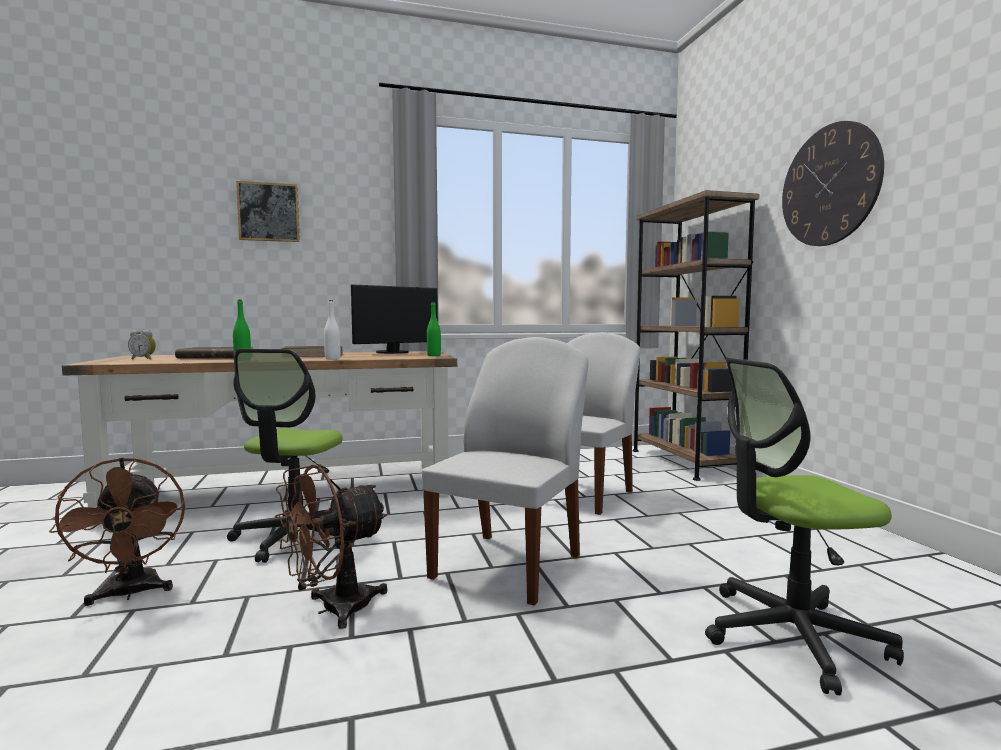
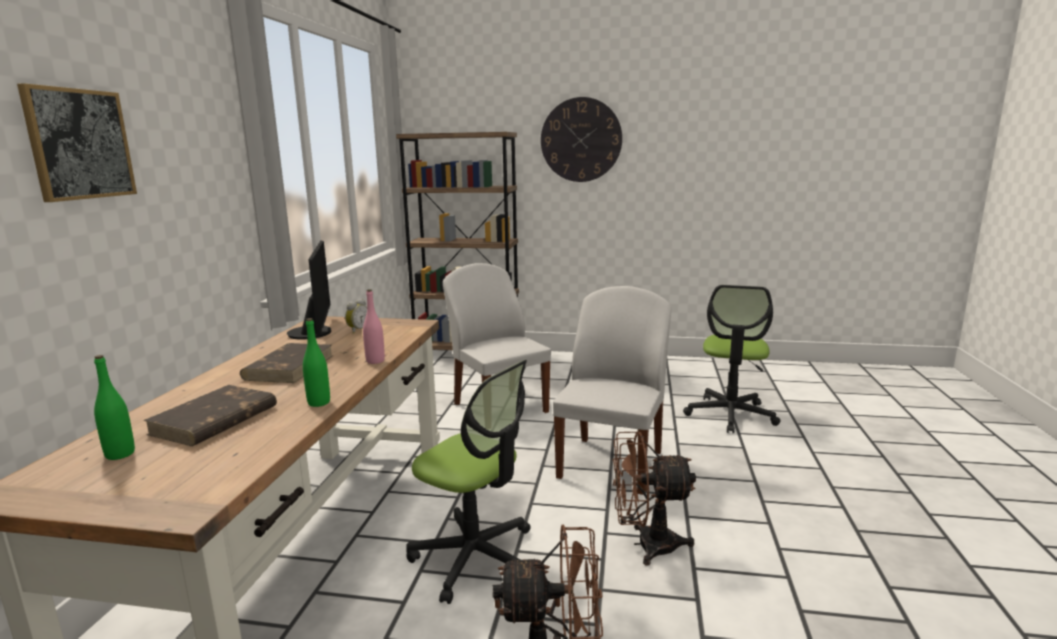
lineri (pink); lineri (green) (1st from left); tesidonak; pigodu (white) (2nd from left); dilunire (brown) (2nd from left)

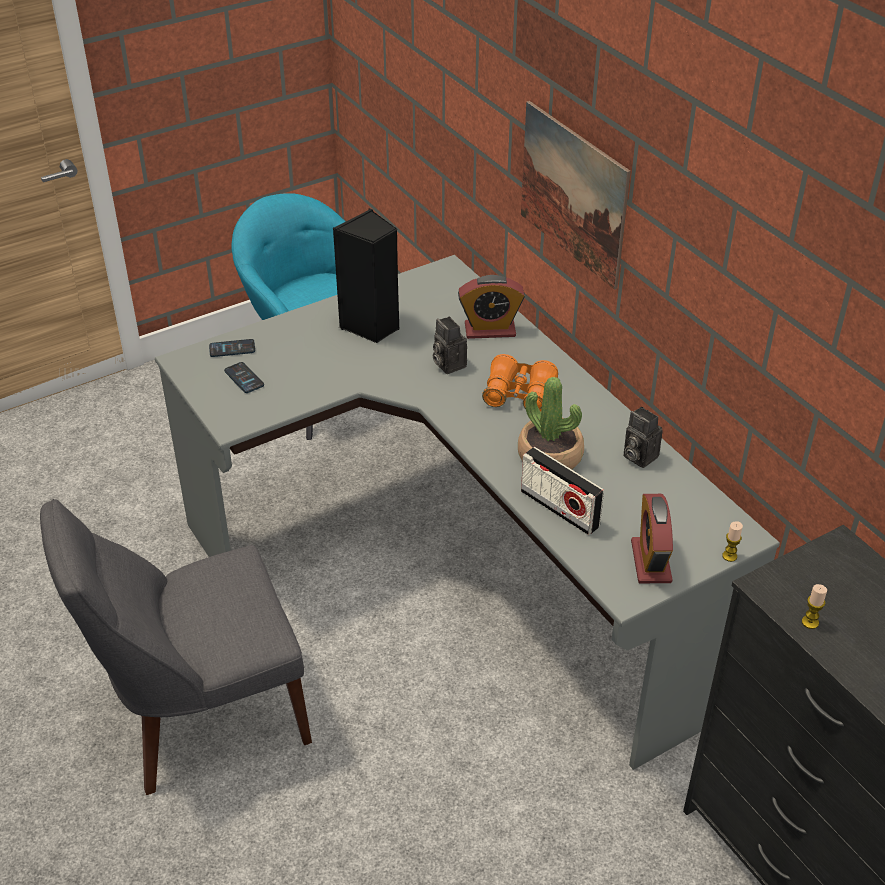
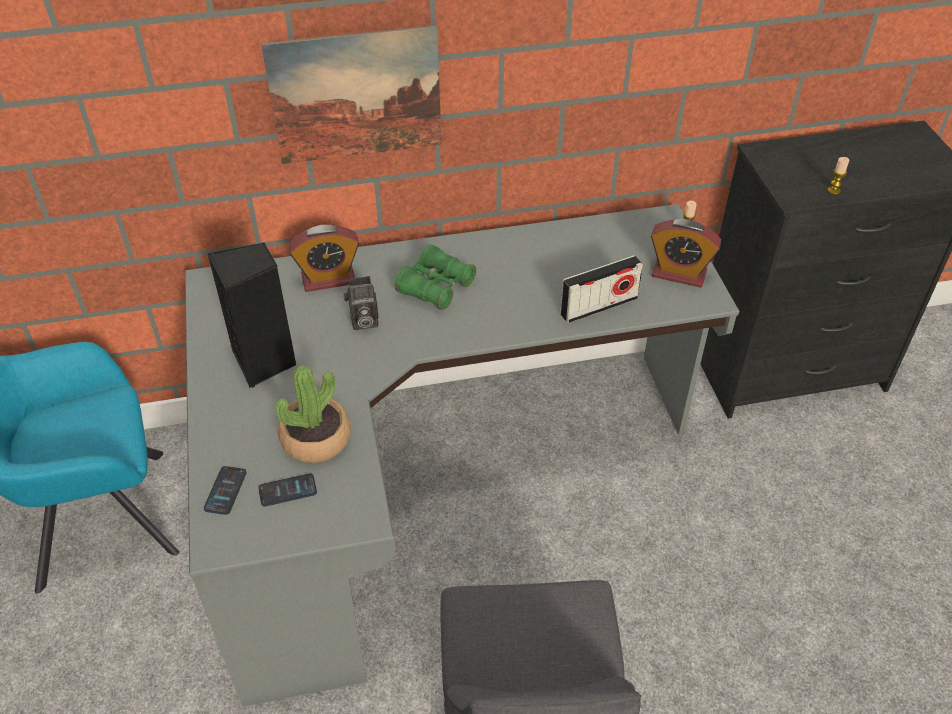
tesidonak (1st from left); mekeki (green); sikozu; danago (2nd from left in the first image)

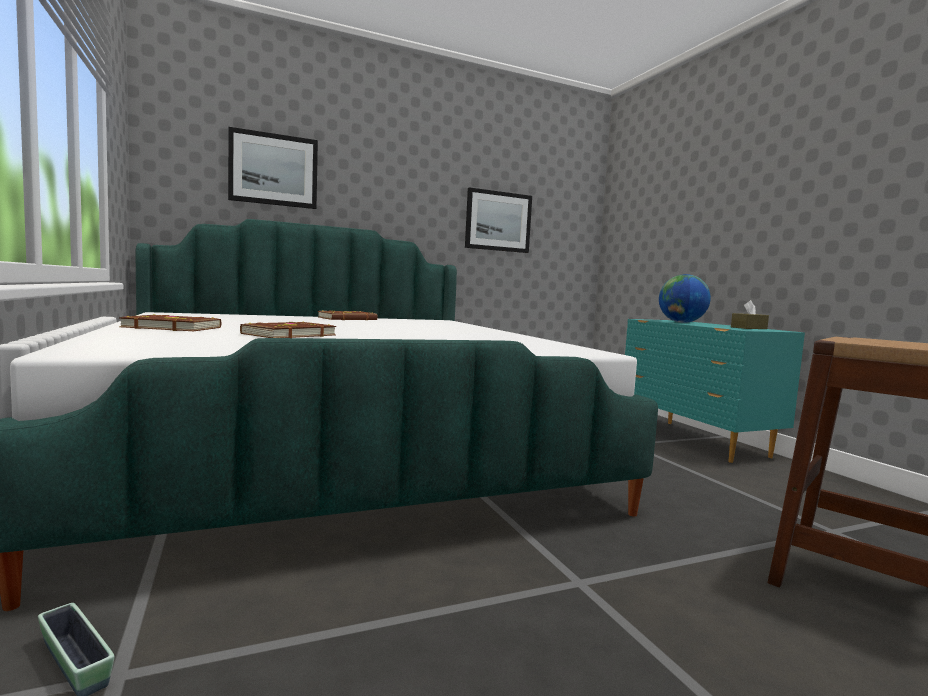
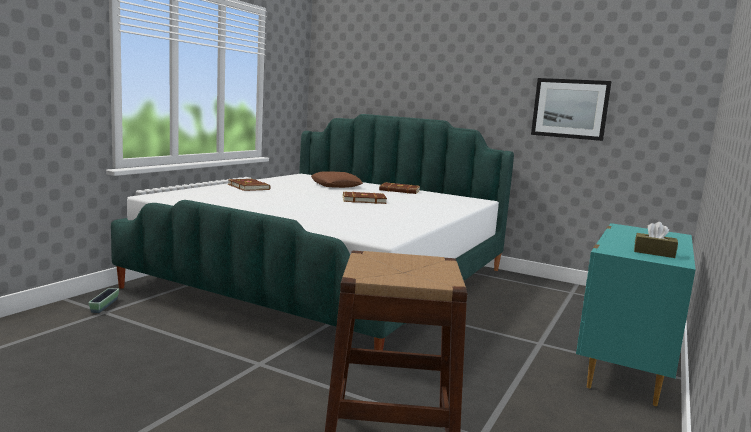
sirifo (1st from left in the first image); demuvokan; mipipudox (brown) (2nd from left); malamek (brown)

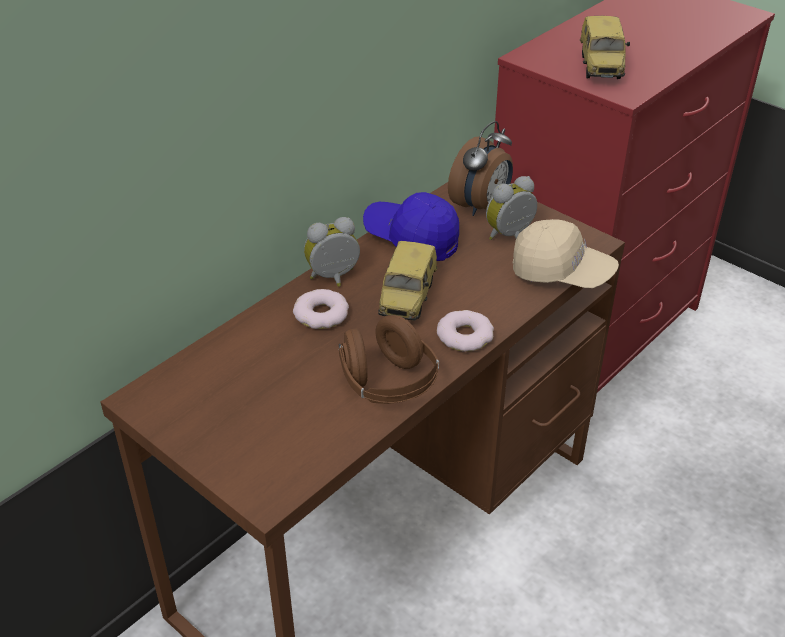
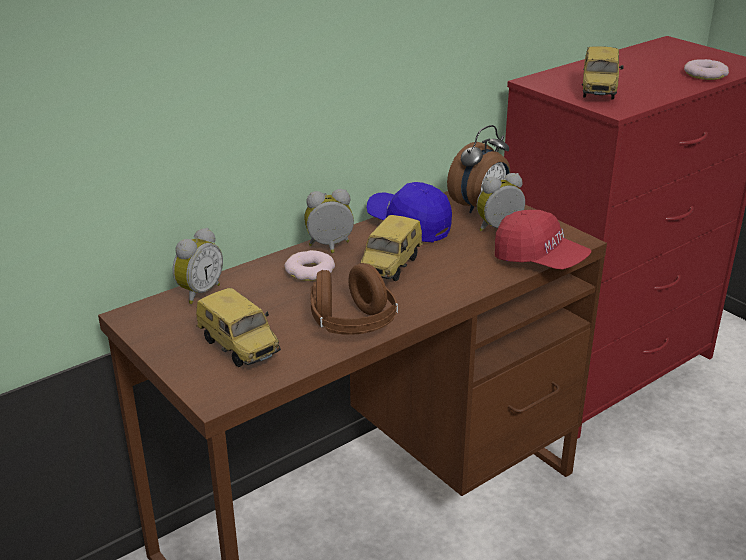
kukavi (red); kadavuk (2nd from left); tesidonak (1st from left); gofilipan (1st from left)

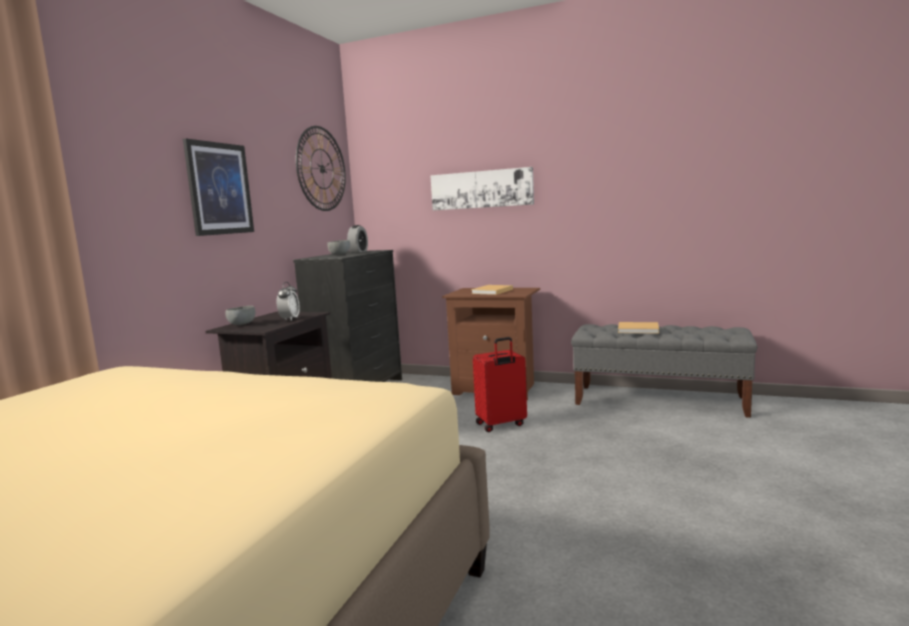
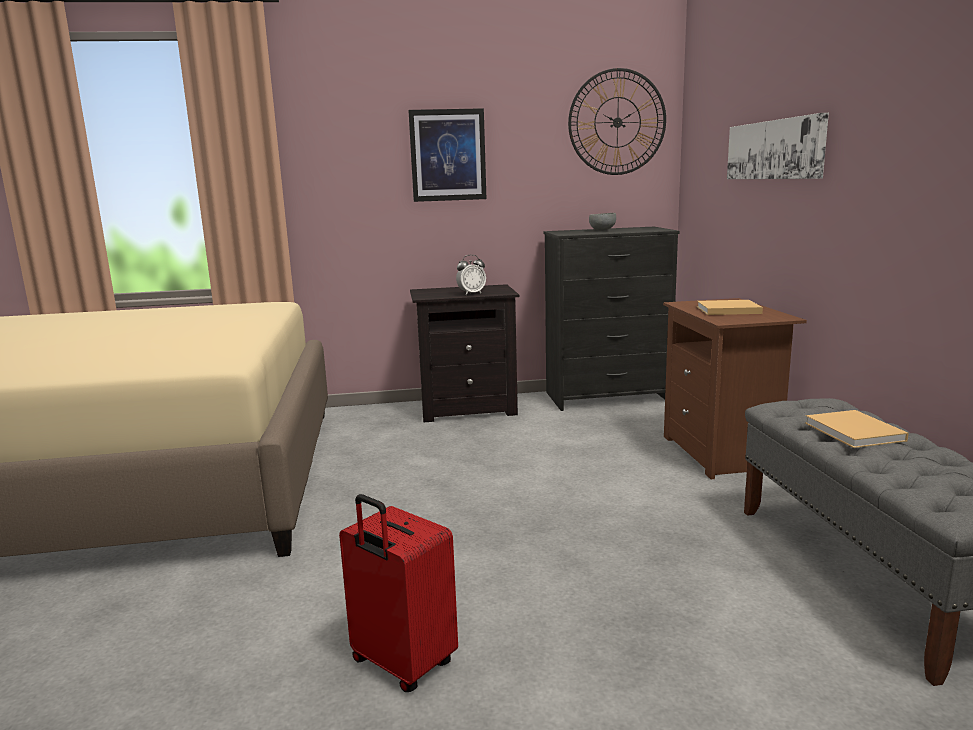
tesidonak (2nd from left in the first image); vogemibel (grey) (1st from left in the first image); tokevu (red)

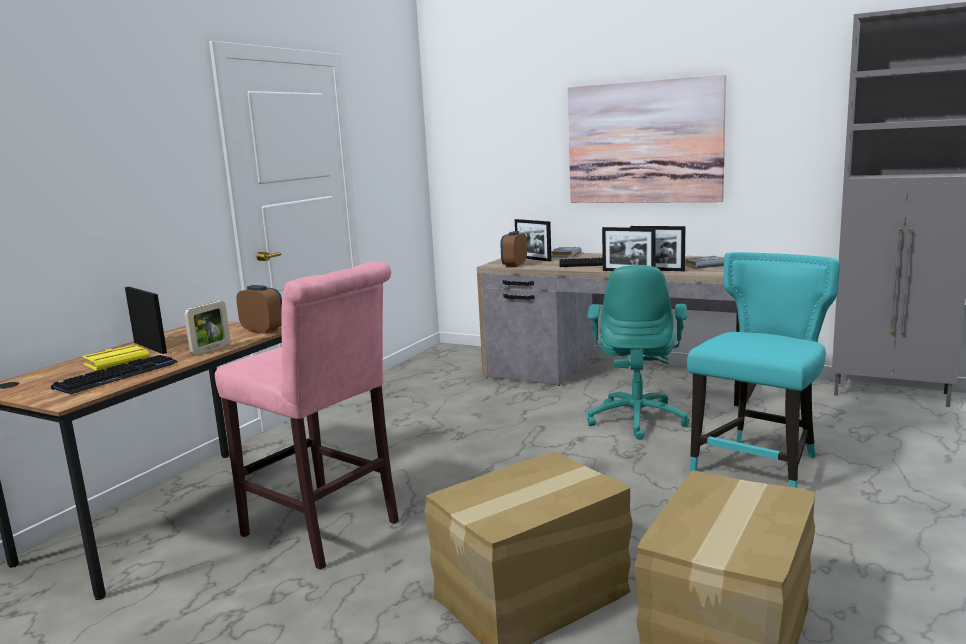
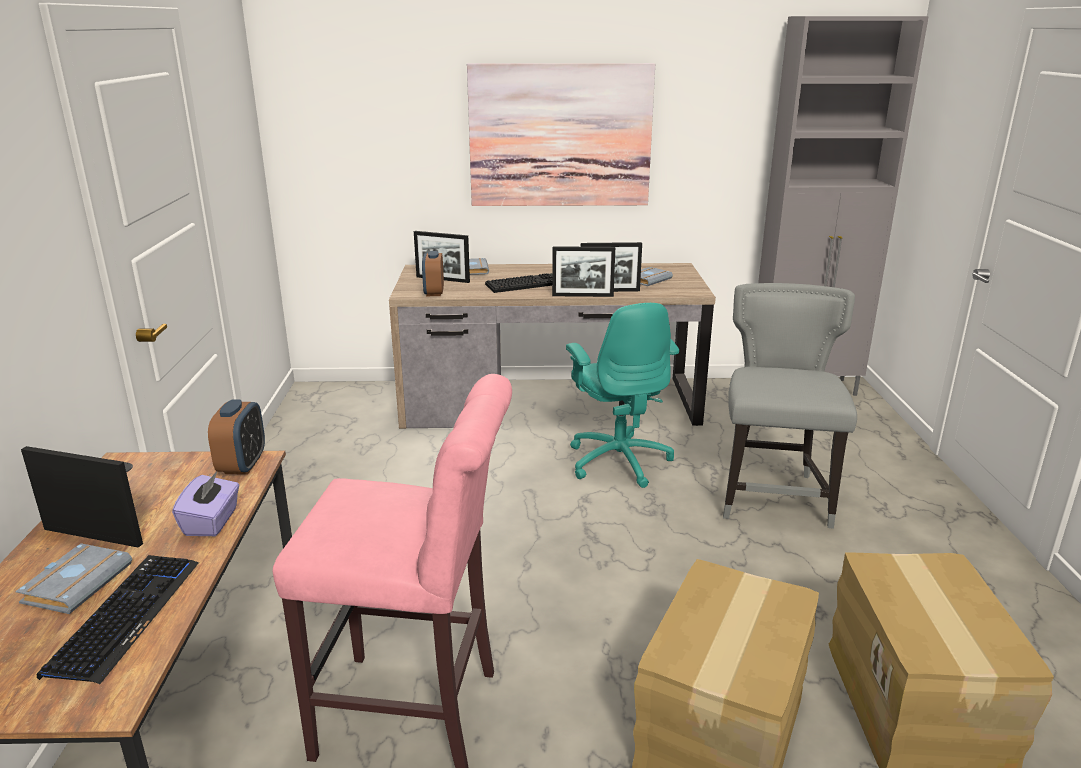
pigodu (grey); tesidonak (1st from left); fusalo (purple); mipipudox (grey) (1st from left)

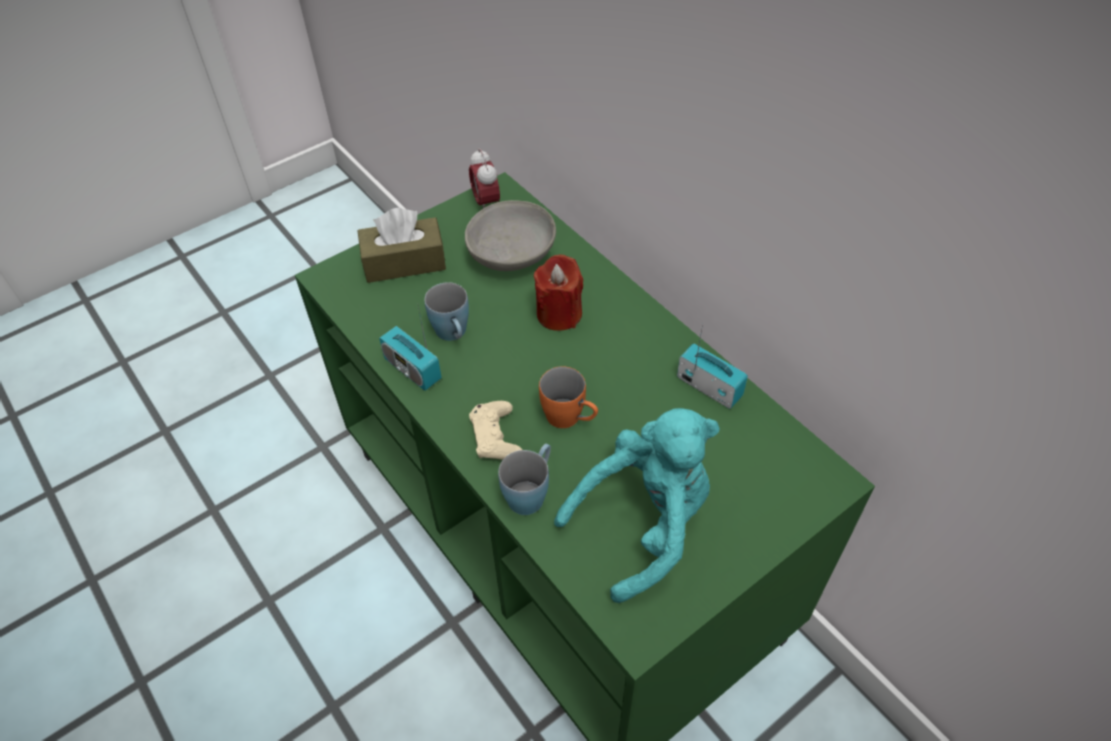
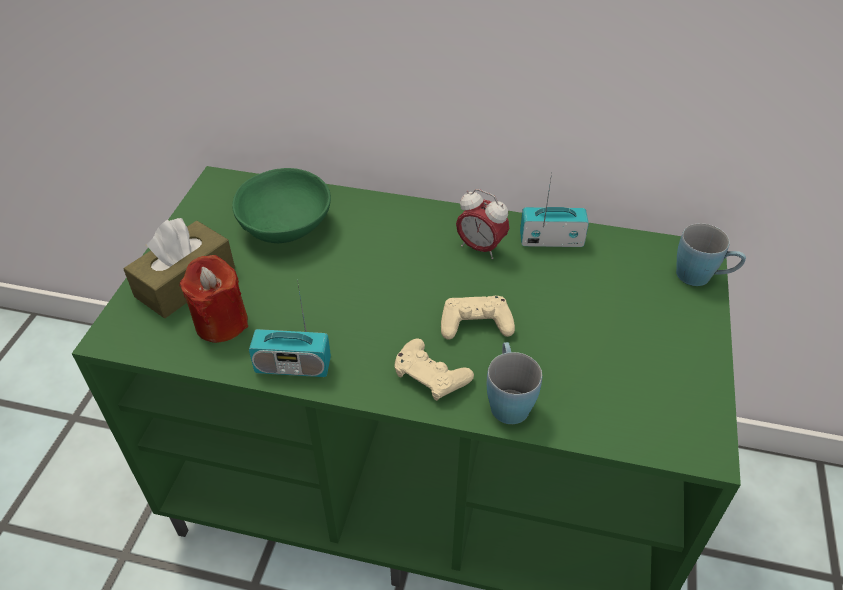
tesidonak; vogemibel (green); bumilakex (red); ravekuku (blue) (2nd from left); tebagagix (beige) (2nd from left); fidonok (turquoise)

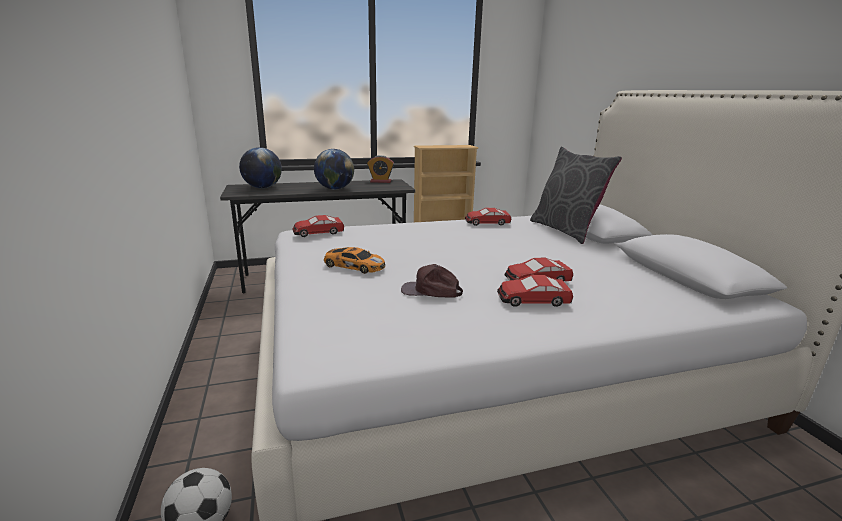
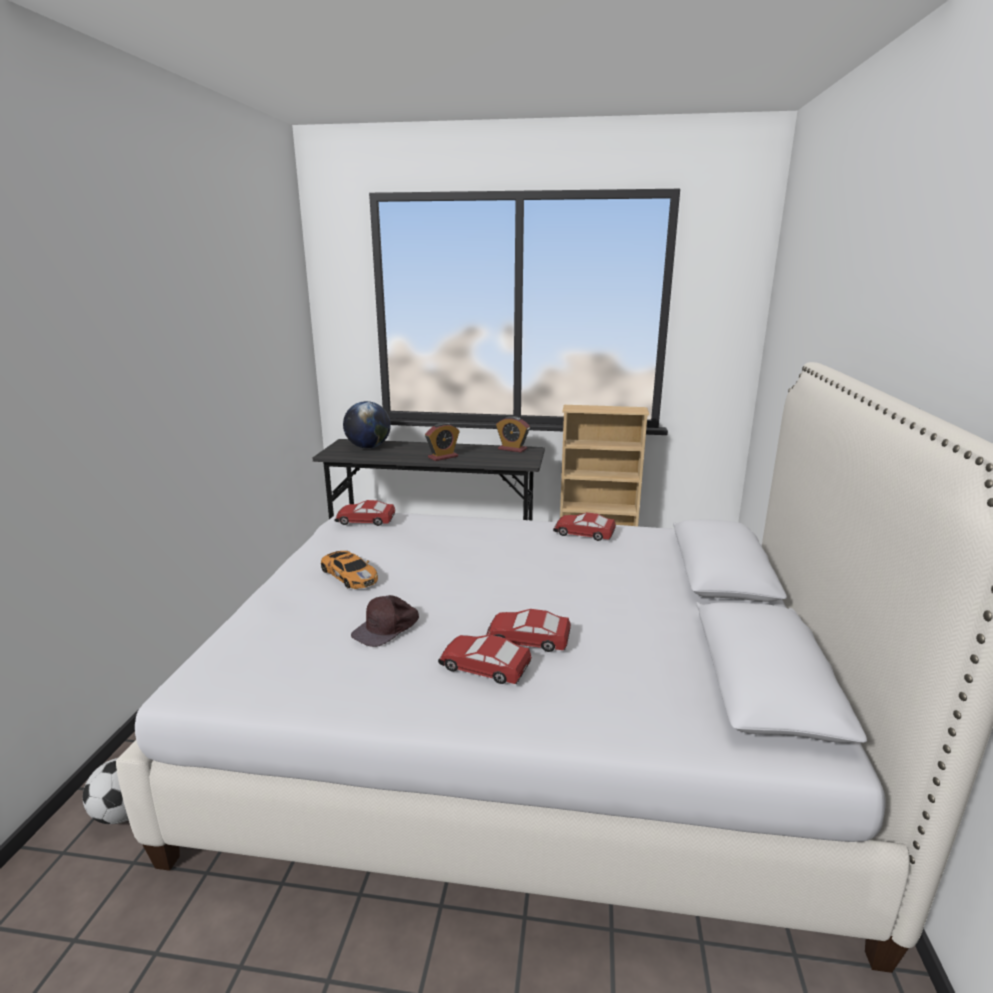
malamek (grey); tesidonak (1st from left); kukavi (brown)

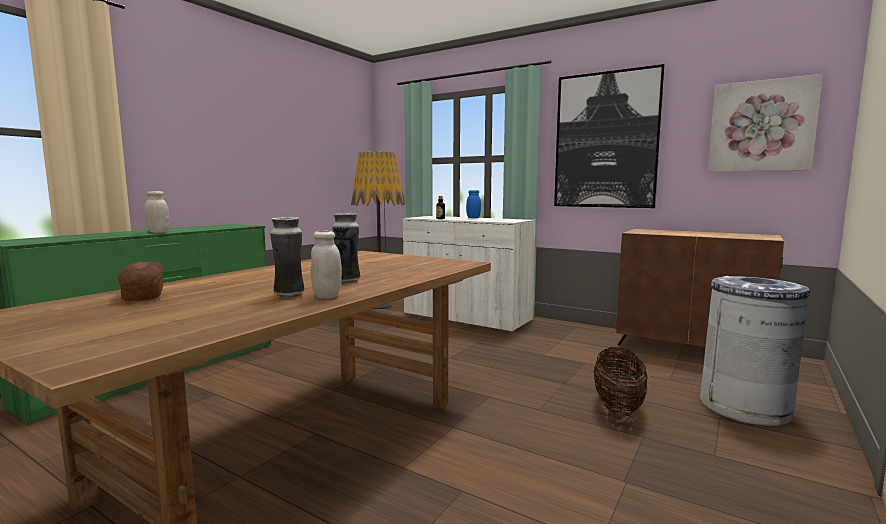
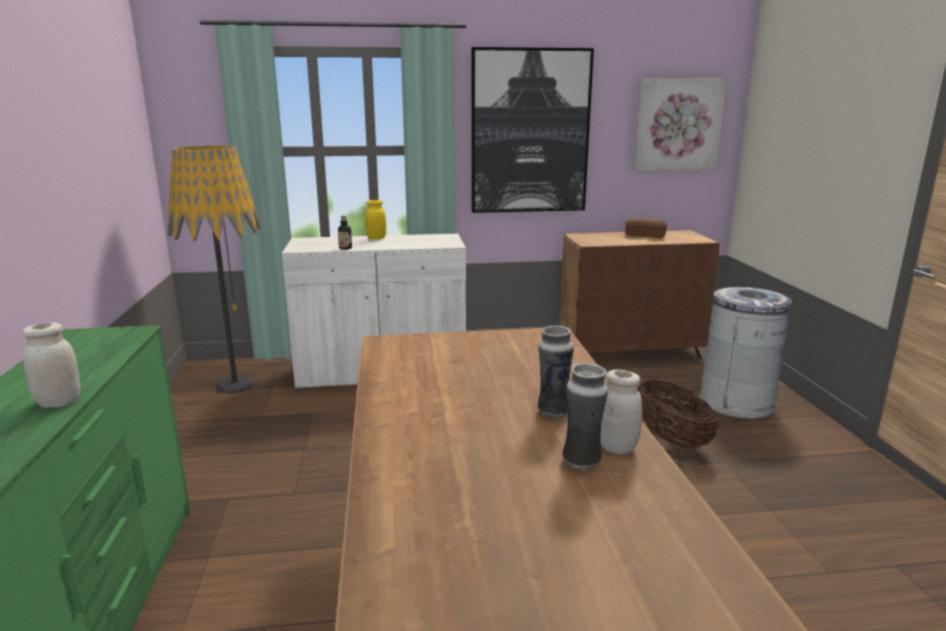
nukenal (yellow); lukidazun

